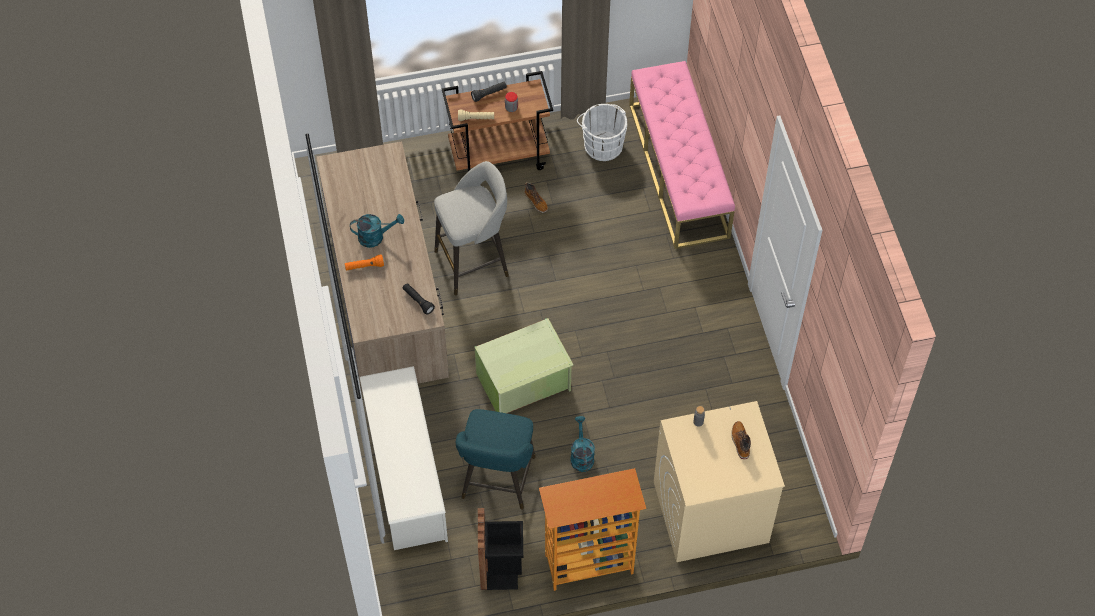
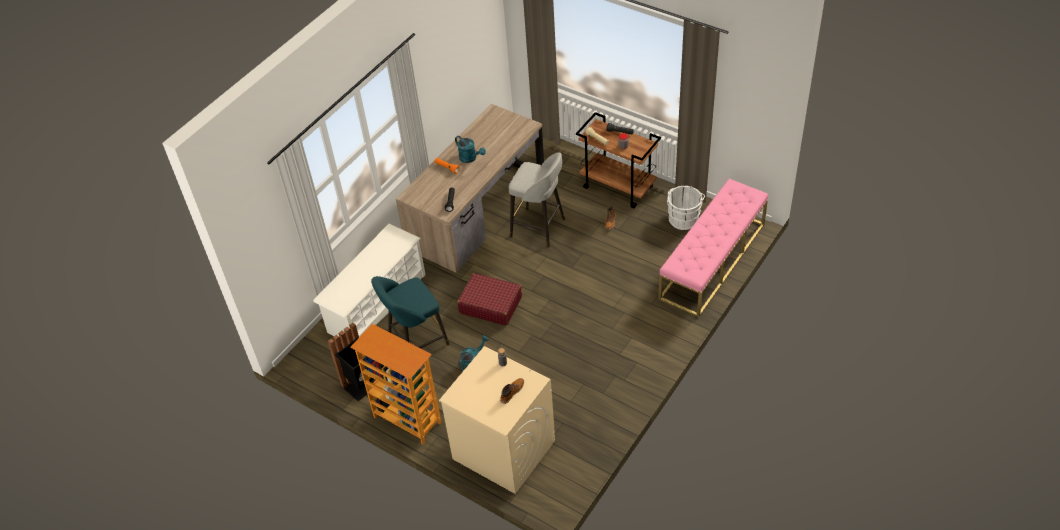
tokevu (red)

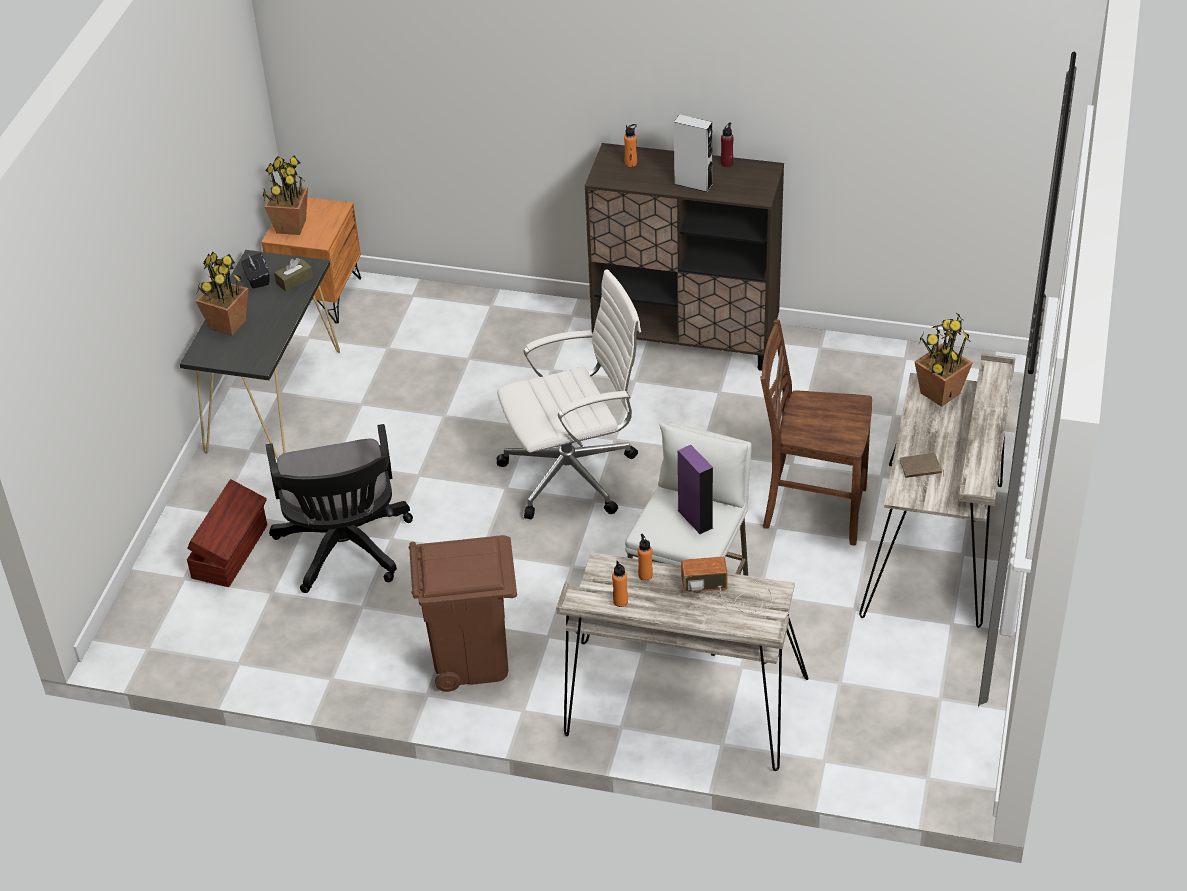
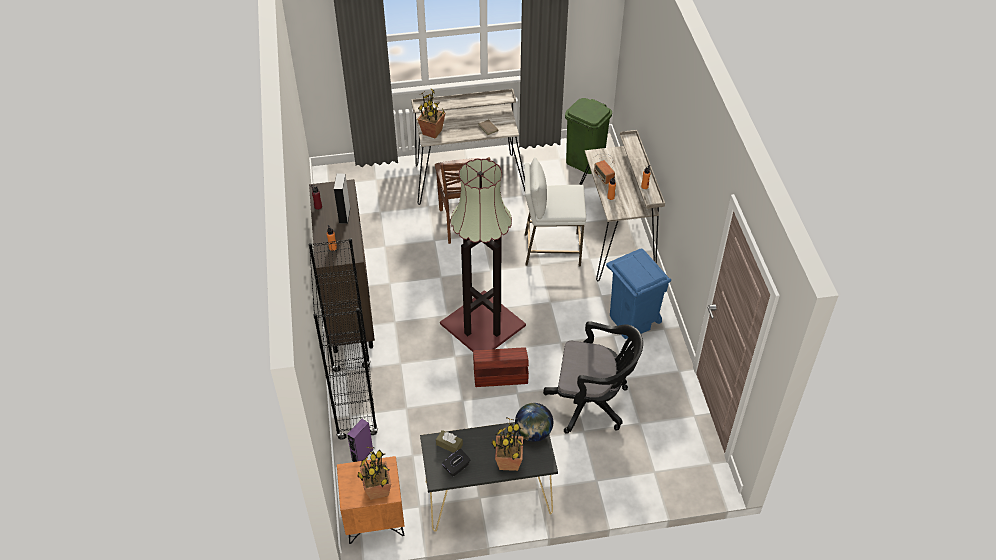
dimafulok; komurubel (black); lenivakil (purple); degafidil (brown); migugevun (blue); migugevun (green); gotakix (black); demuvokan

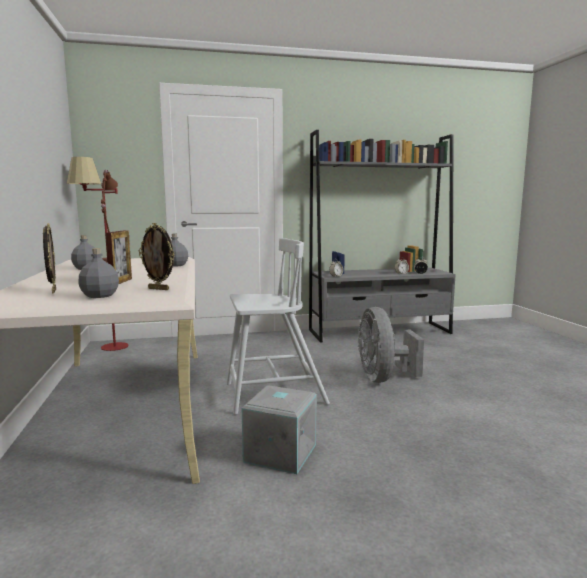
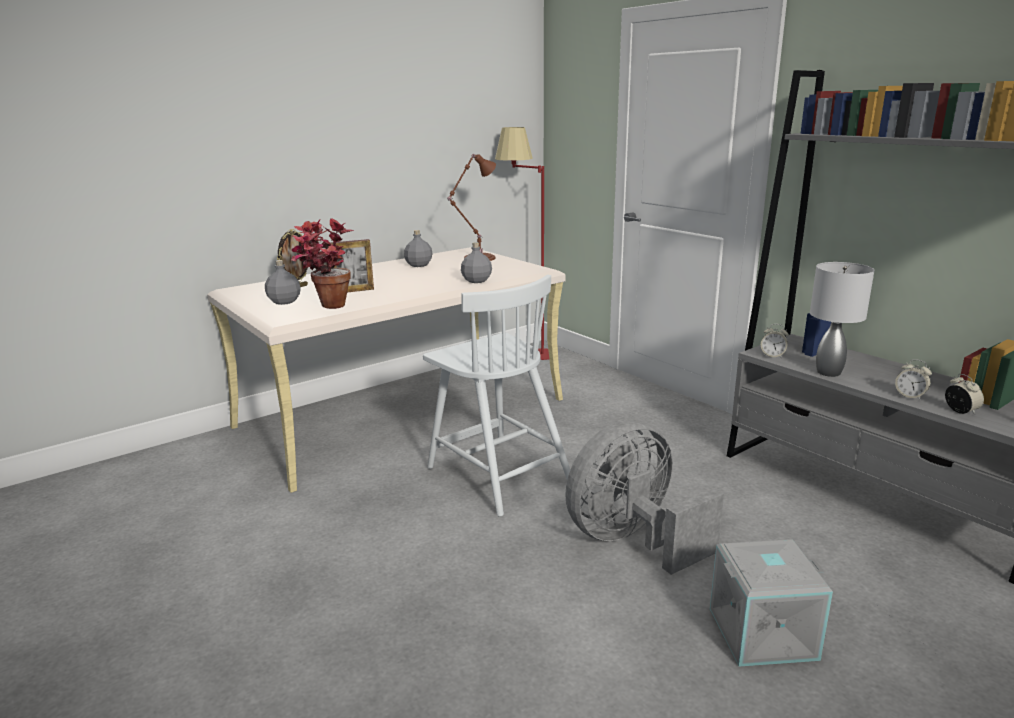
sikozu; degafidil (grey); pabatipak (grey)

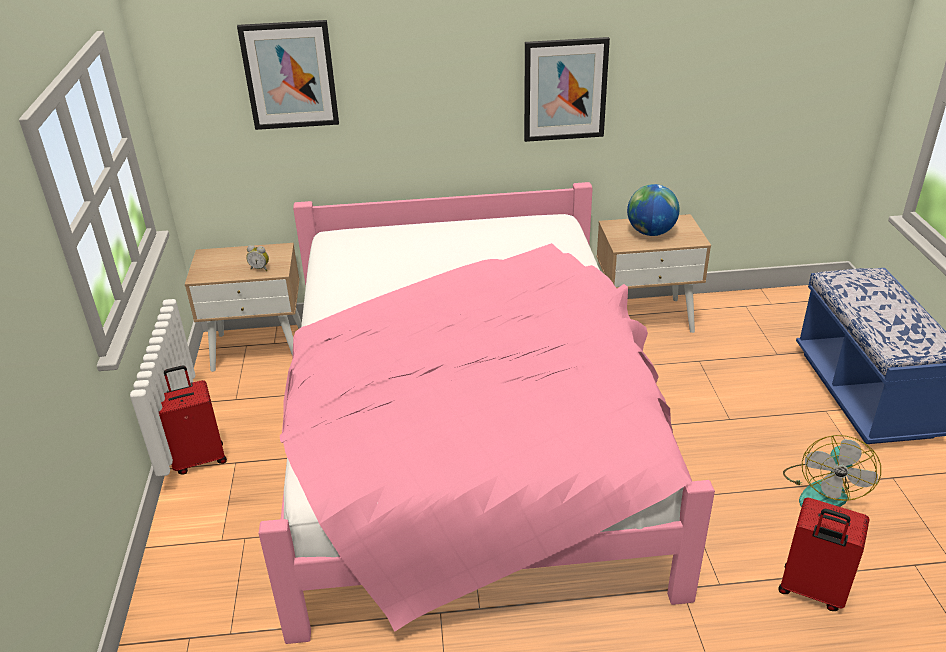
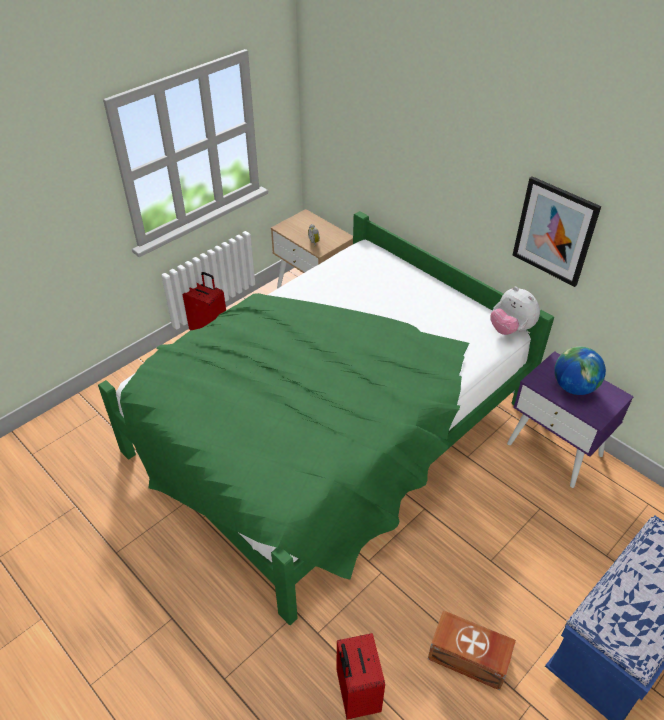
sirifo (1st from left in the first image); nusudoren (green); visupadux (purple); degafidil (brown); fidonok

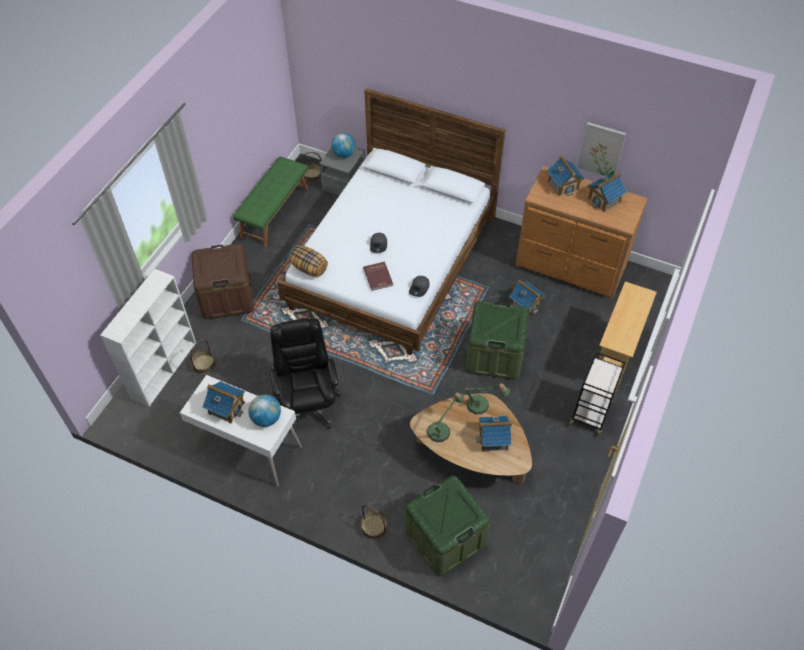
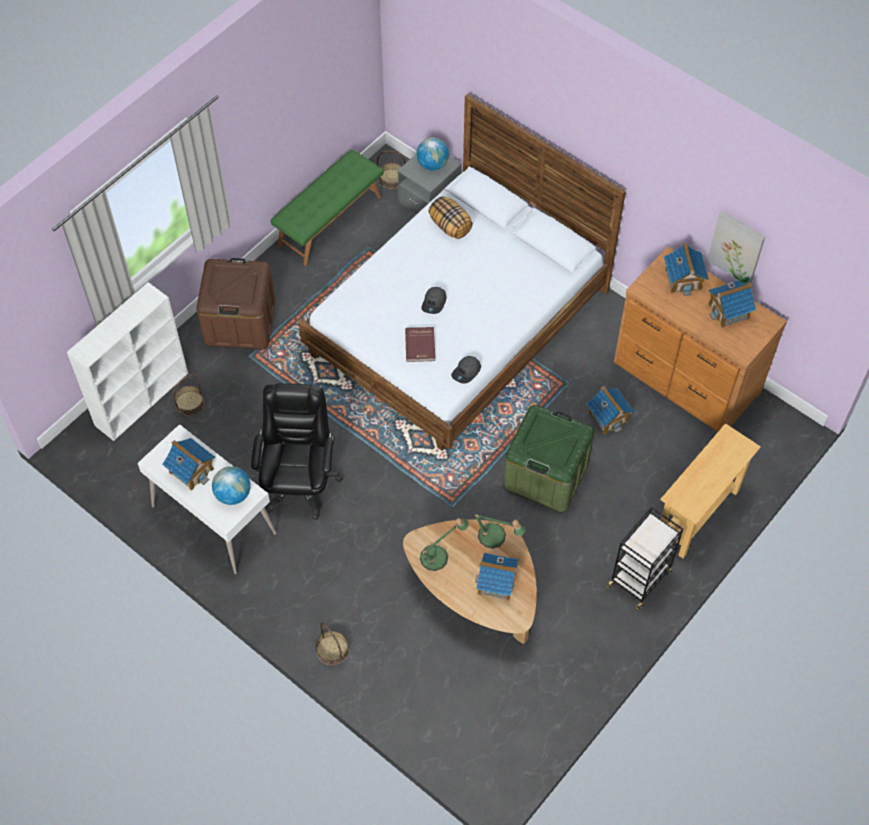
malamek; degafidil (green) (1st from left in the first image)

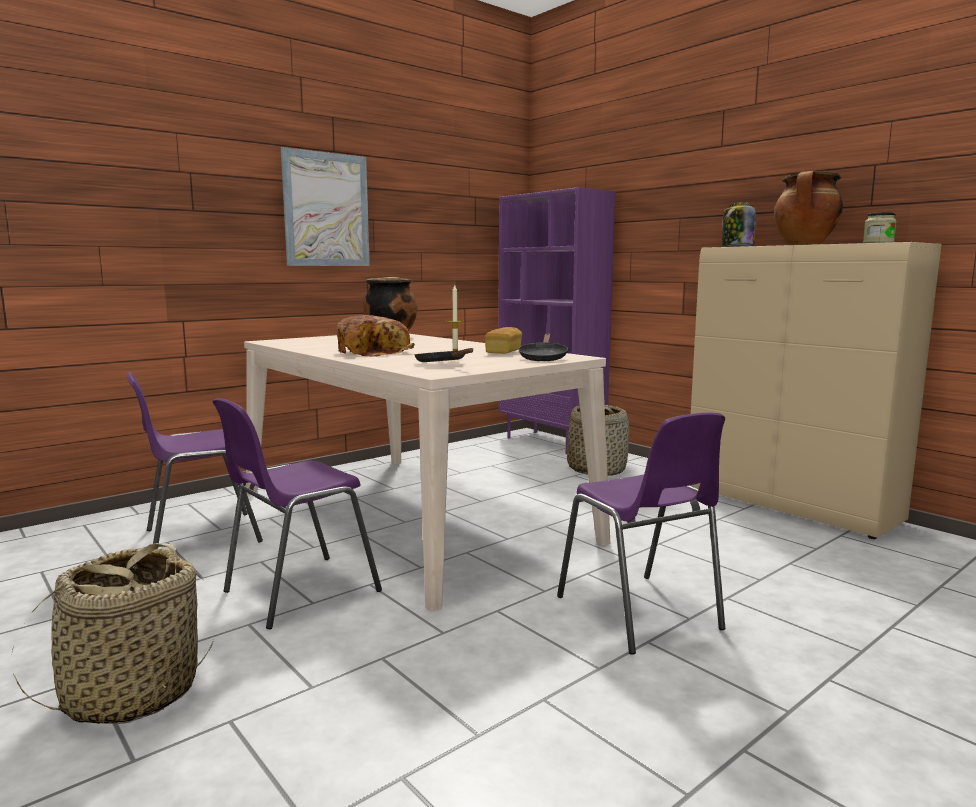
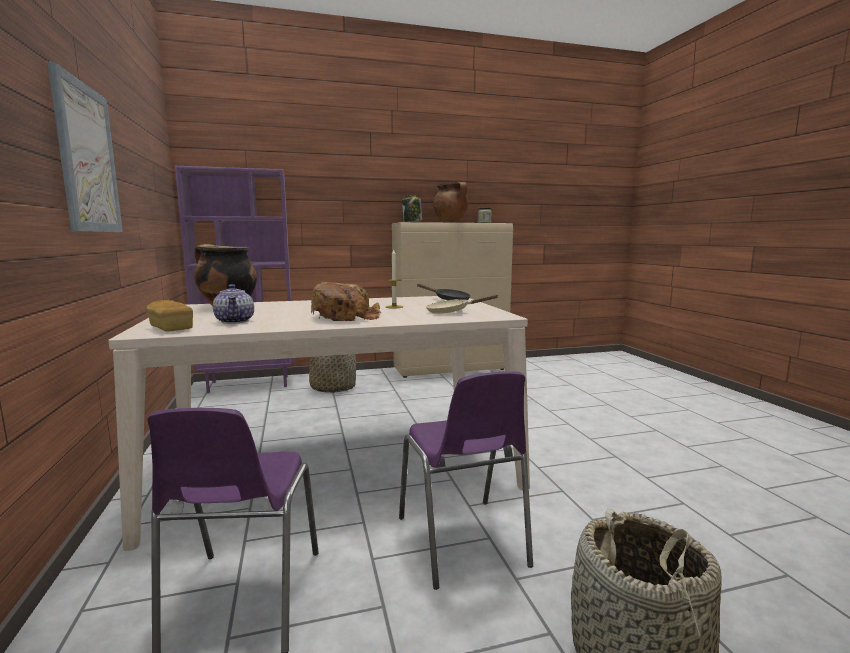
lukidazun (1st from left); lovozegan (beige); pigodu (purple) (3rd from left in the first image); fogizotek

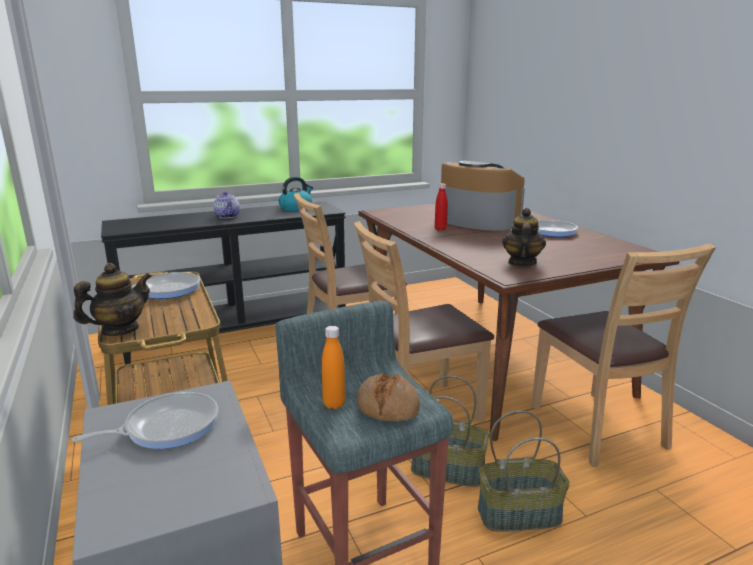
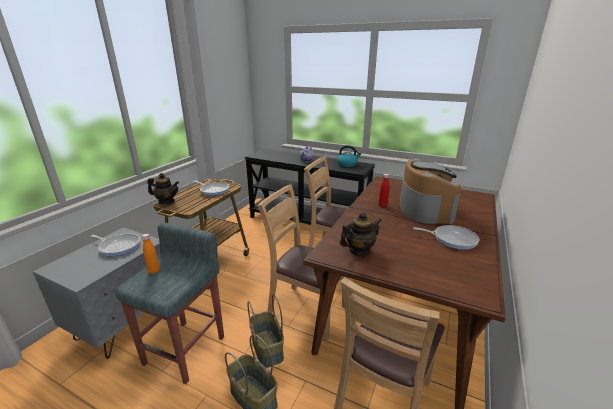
lukidazun

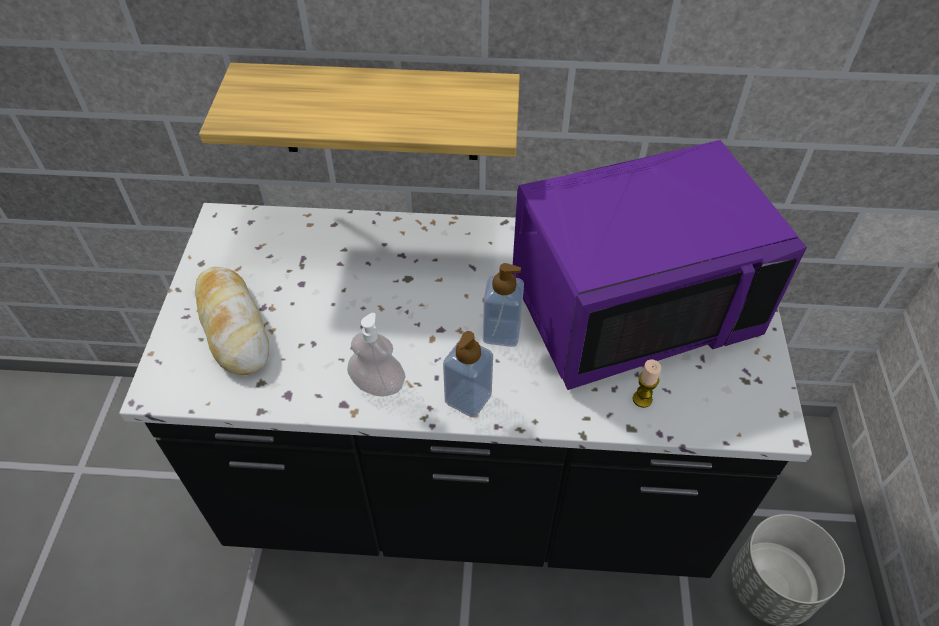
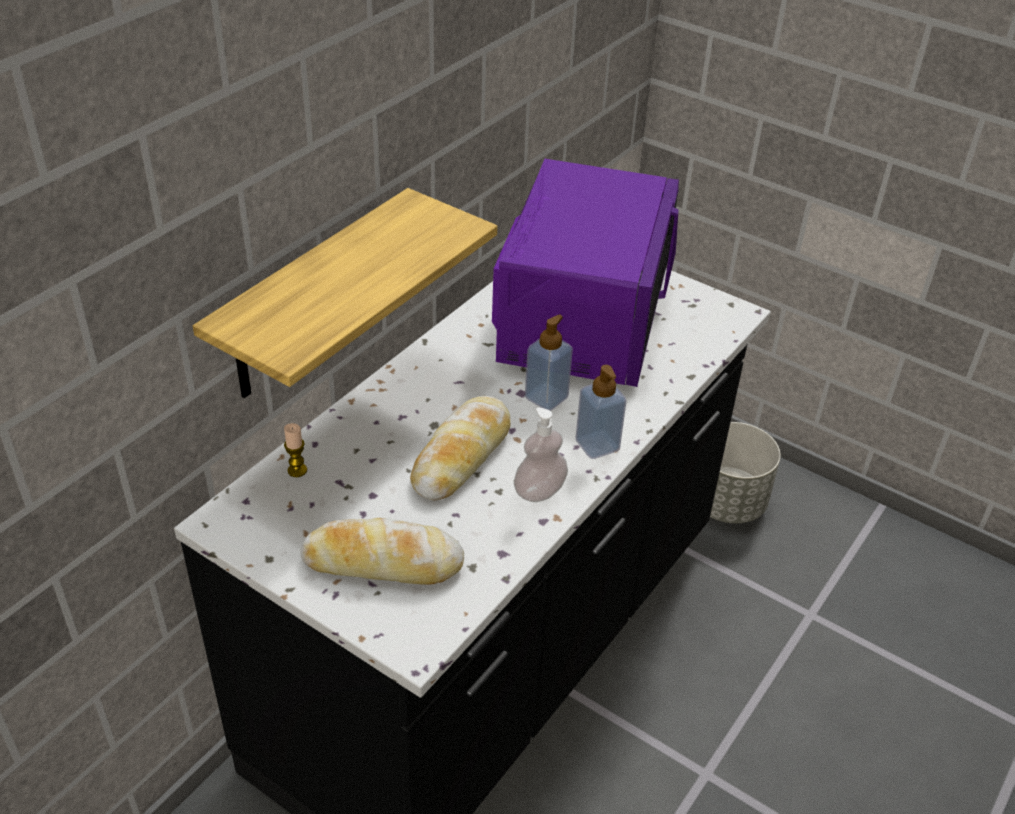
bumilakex; lukidazun (2nd from left)

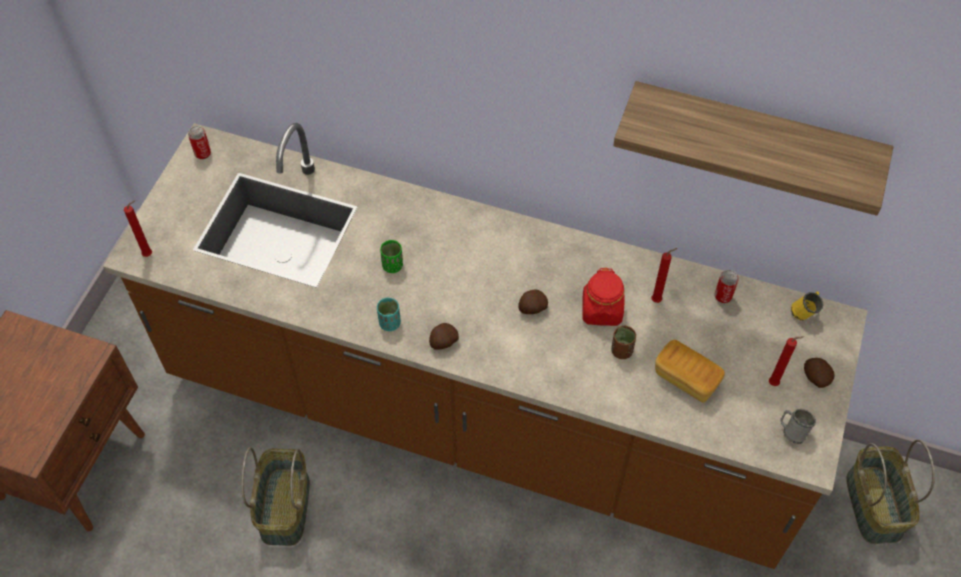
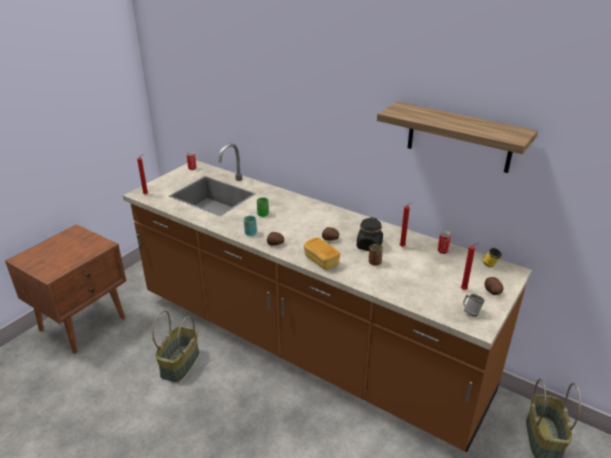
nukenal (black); lukidazun

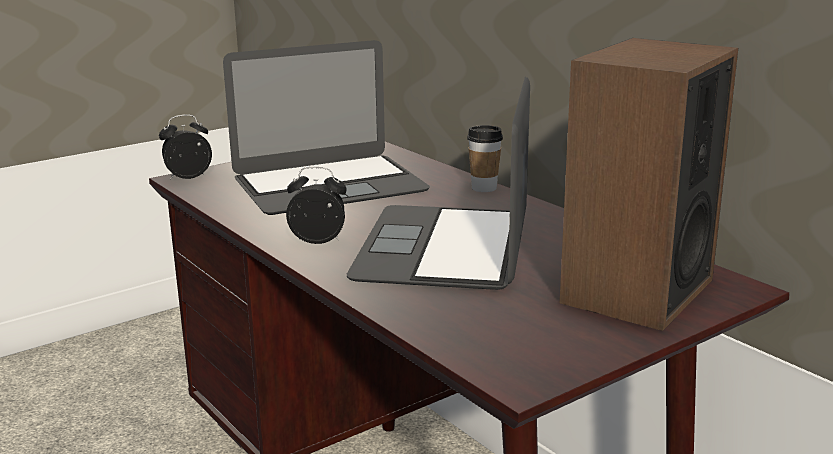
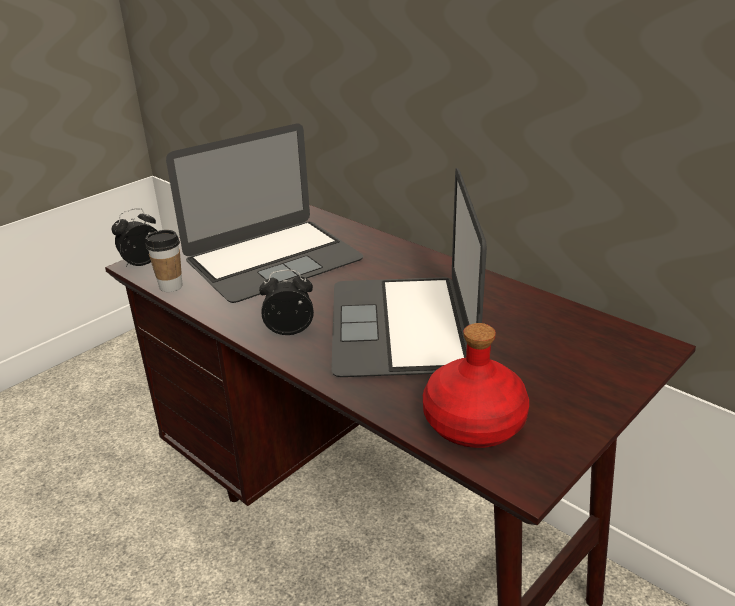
lenivakil; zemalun; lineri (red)

